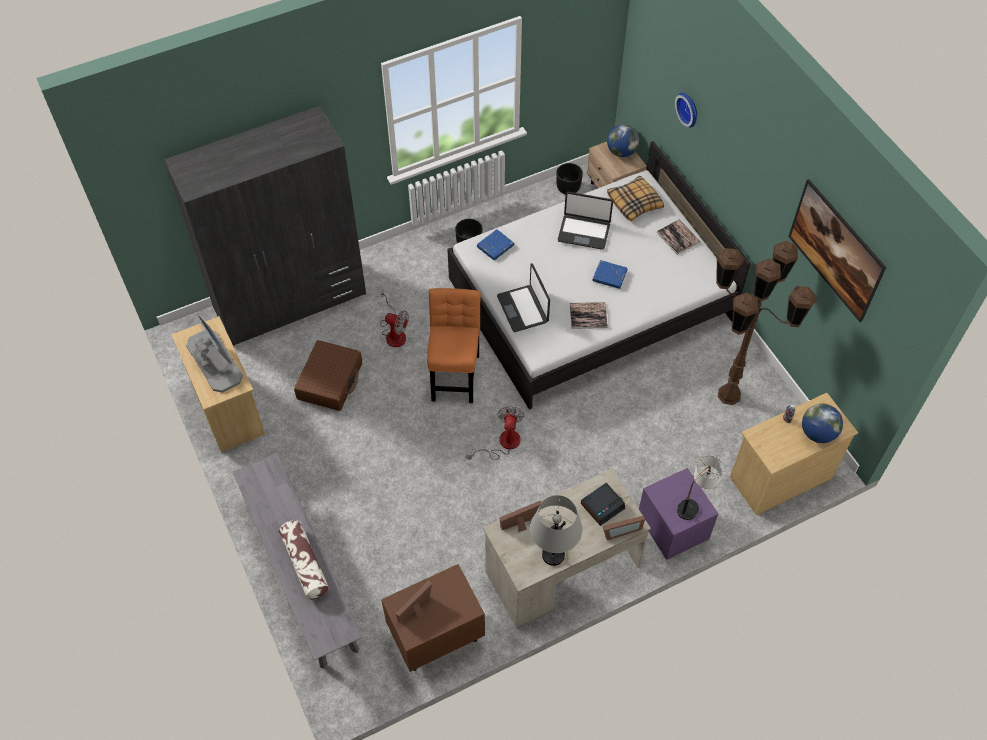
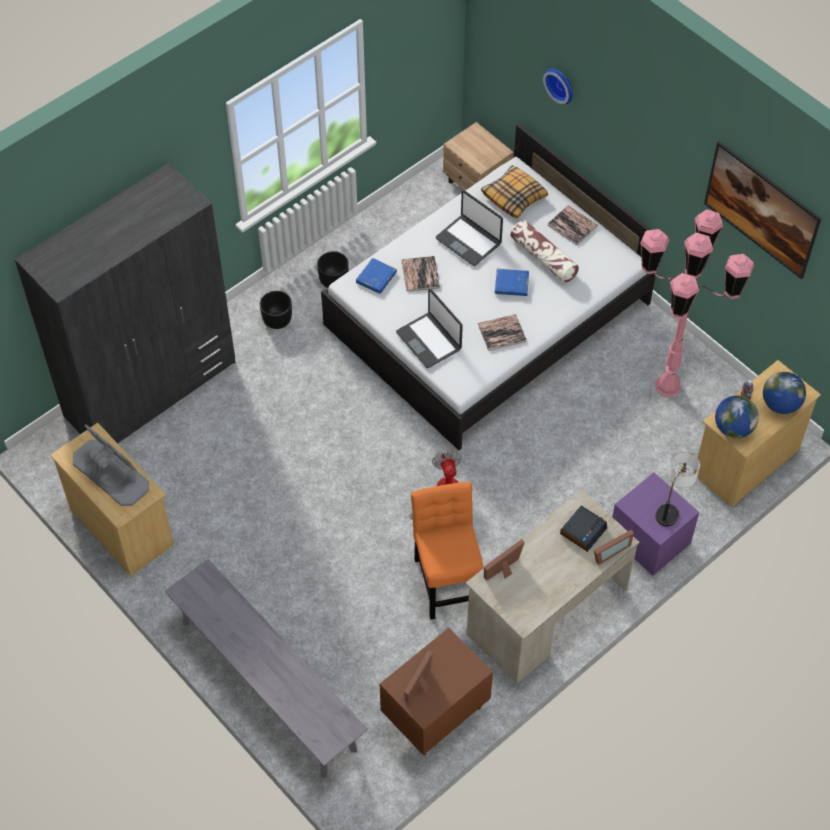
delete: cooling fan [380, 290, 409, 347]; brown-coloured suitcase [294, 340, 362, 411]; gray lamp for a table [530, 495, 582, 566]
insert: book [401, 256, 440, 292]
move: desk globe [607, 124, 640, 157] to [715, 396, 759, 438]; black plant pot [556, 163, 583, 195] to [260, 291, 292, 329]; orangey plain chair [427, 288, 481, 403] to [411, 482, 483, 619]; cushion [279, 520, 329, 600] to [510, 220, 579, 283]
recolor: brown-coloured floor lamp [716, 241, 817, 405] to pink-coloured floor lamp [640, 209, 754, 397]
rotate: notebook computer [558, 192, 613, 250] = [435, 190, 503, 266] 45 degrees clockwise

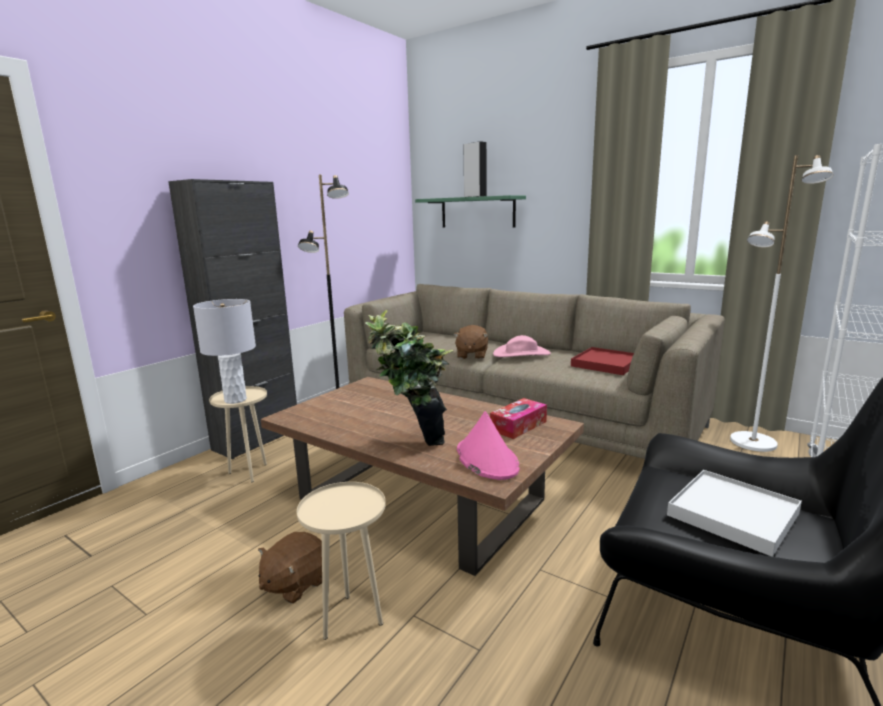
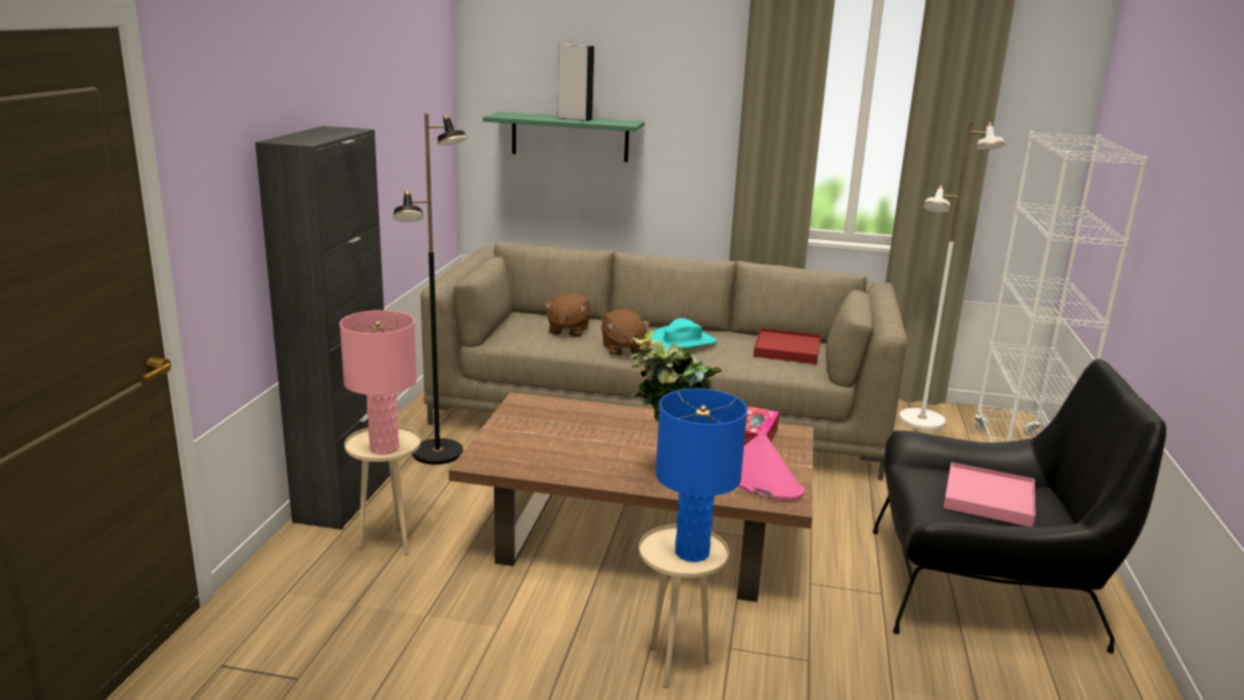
insert: bluish lamp for a table [655, 389, 748, 562]
move: brown-coloured plush toy [258, 532, 322, 604] to [545, 292, 591, 337]
recolor: gray lamp for a table [193, 299, 256, 404] to pink-coloured lamp for a table [340, 310, 417, 455]; pink-coloured clothing hat [493, 335, 551, 357] to turquoise clothing hat [651, 318, 717, 350]; whitish serving tray [667, 470, 802, 557] to pink-coloured serving tray [943, 462, 1035, 526]

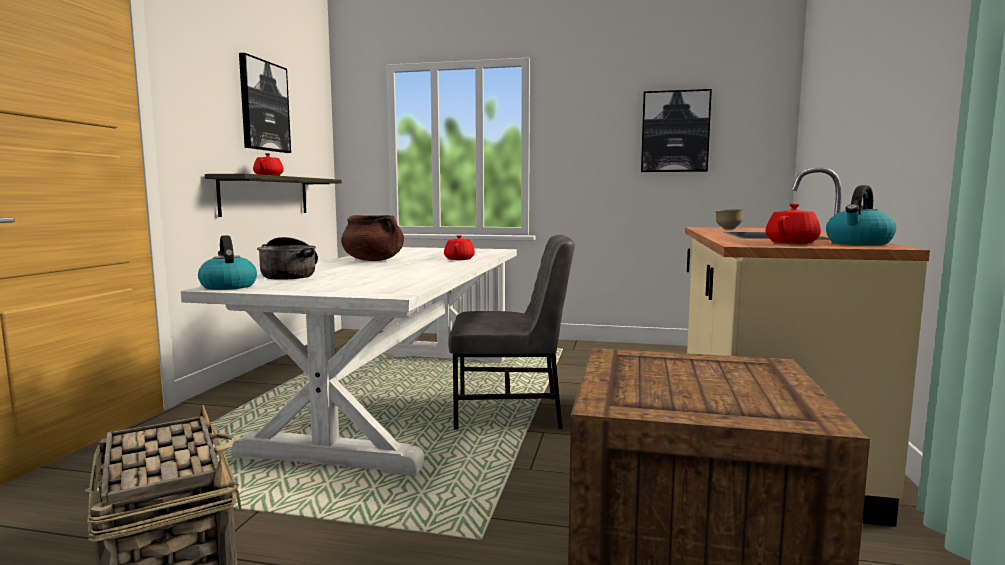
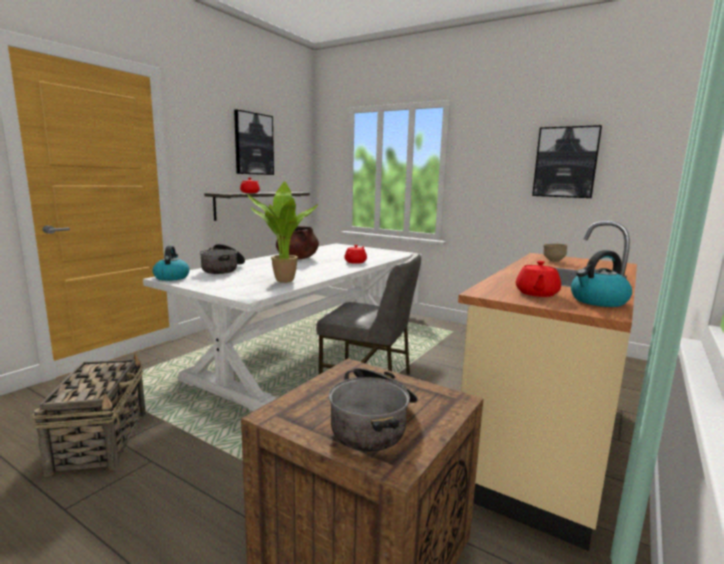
insert: plant in a pot [247, 181, 318, 283]; cooking pot [329, 368, 418, 452]
rotate: red-coloured tea pot [765, 204, 821, 244] = [516, 261, 561, 297] 135 degrees clockwise

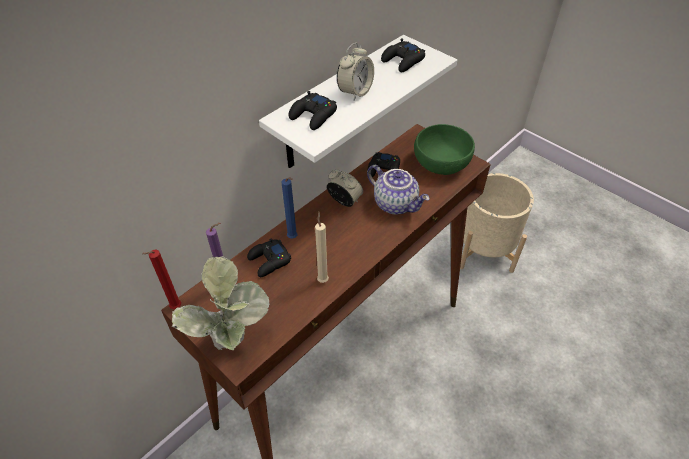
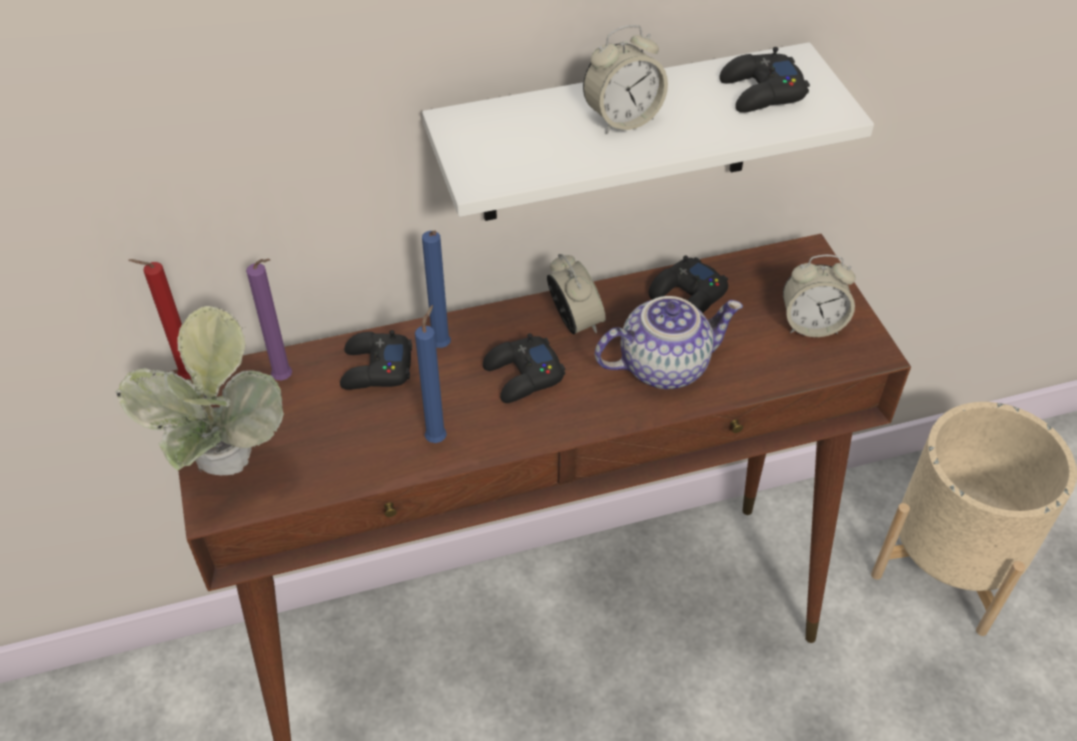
move: black gamepad [289, 91, 337, 130] to [483, 333, 565, 403]
replace: green-coloured serving bowl [414, 124, 475, 175] to bedside clock [783, 255, 856, 337]
recolor: sand-coloured wax light [315, 212, 329, 283] to bluish wax light [415, 305, 447, 443]
rotate: tea pot [367, 165, 430, 215] = [595, 296, 743, 389] 90 degrees counterclockwise

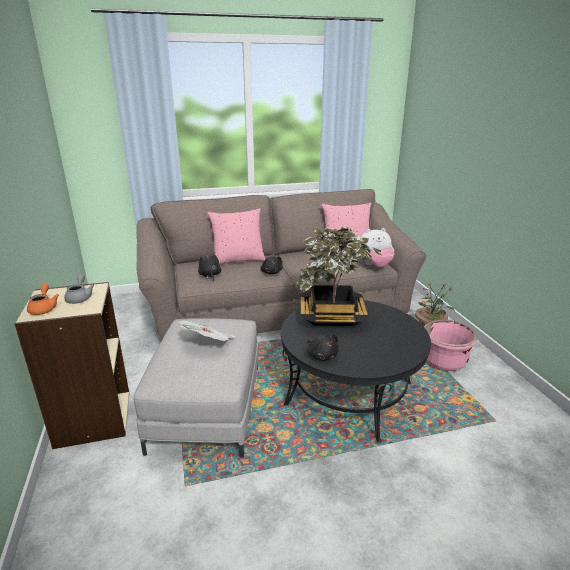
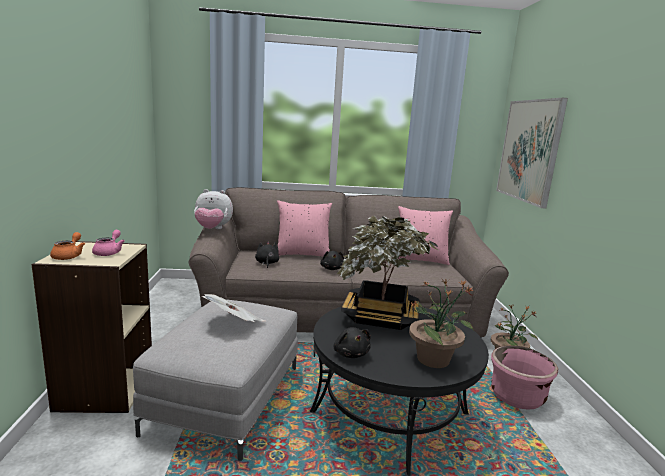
insert: picture [496, 98, 568, 208]; plant in a pot [409, 279, 474, 368]
move: plush toy [360, 228, 395, 267] to [194, 189, 233, 229]
recolor: gray tea pot [64, 274, 94, 304] to pink-coloured tea pot [92, 230, 125, 256]

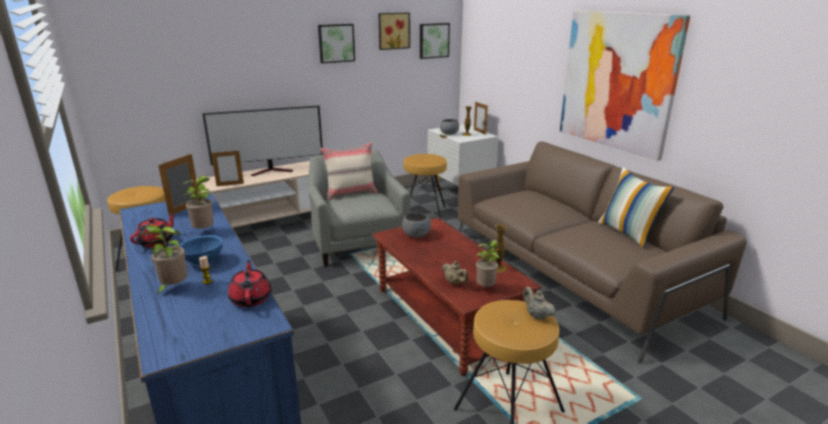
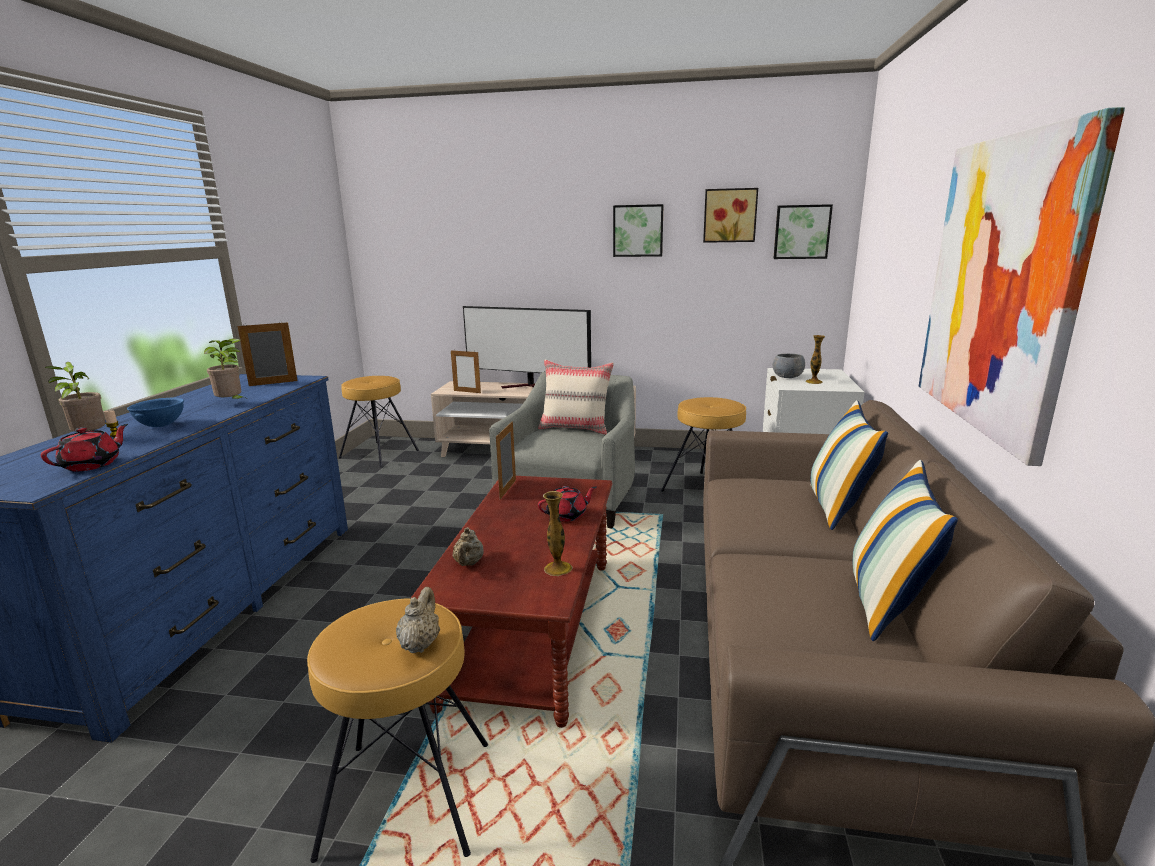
delete: gray serving bowl [402, 213, 431, 238]; plant in a pot [476, 240, 501, 287]
insert: cushion [810, 400, 888, 530]
move: standing frame [474, 101, 488, 135] to [496, 421, 516, 499]; red-coloured tea pot [130, 213, 176, 248] to [538, 486, 596, 521]

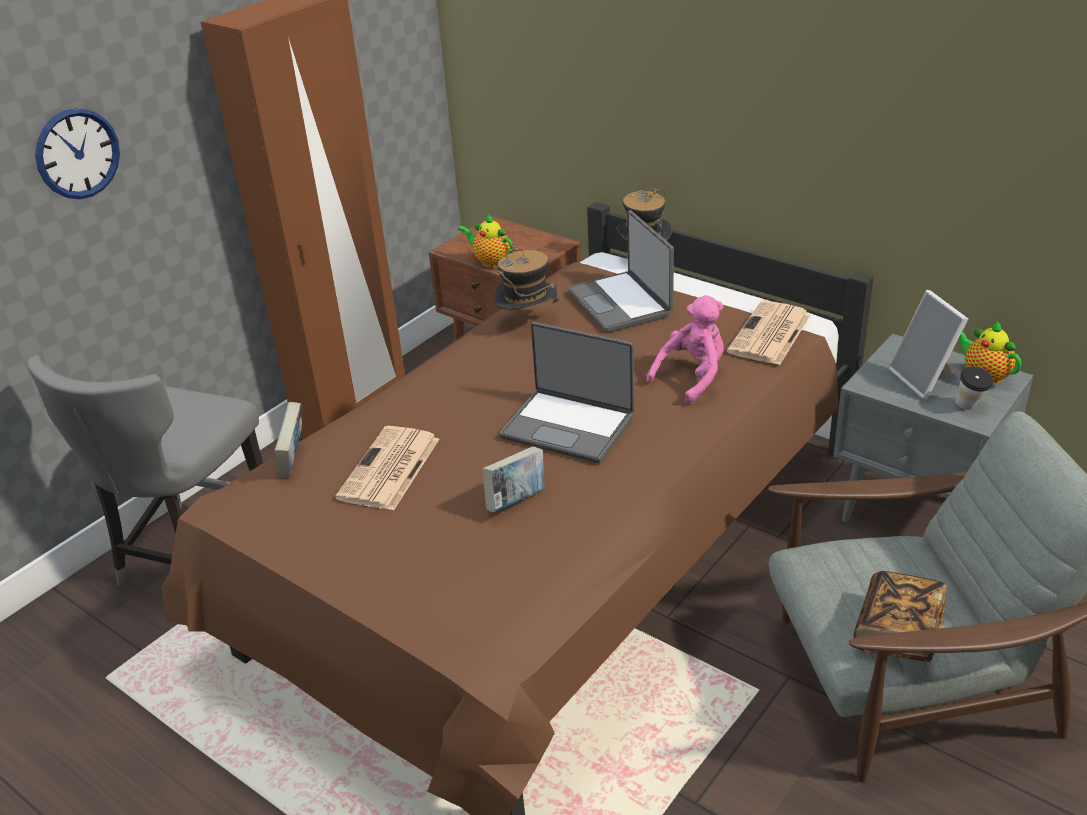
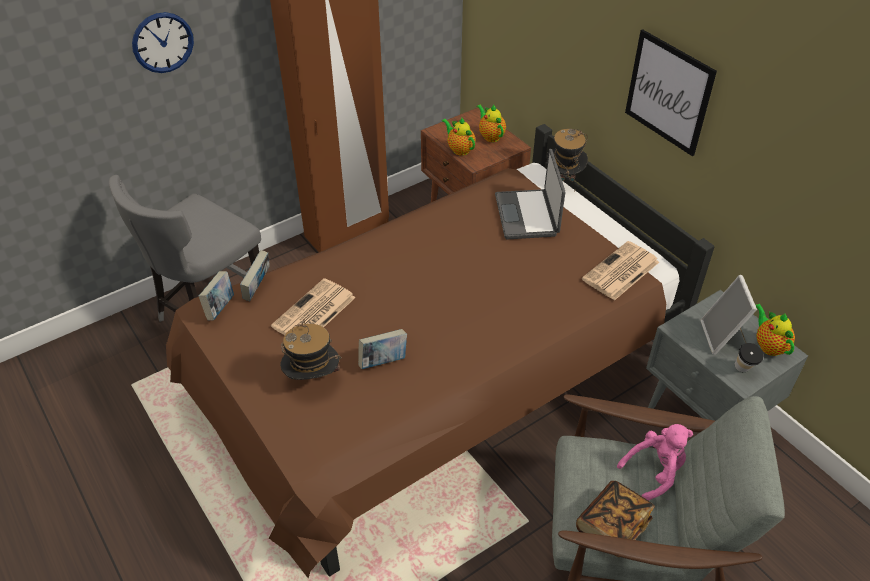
delete: notebook computer [500, 322, 634, 463]
insert: picture [625, 29, 717, 156]; tea pot [477, 104, 506, 142]; book [199, 271, 234, 320]
move: clothing hat [494, 245, 559, 310] to [280, 320, 341, 380]; pink-coloured plush toy [646, 295, 724, 405] to [617, 424, 693, 501]

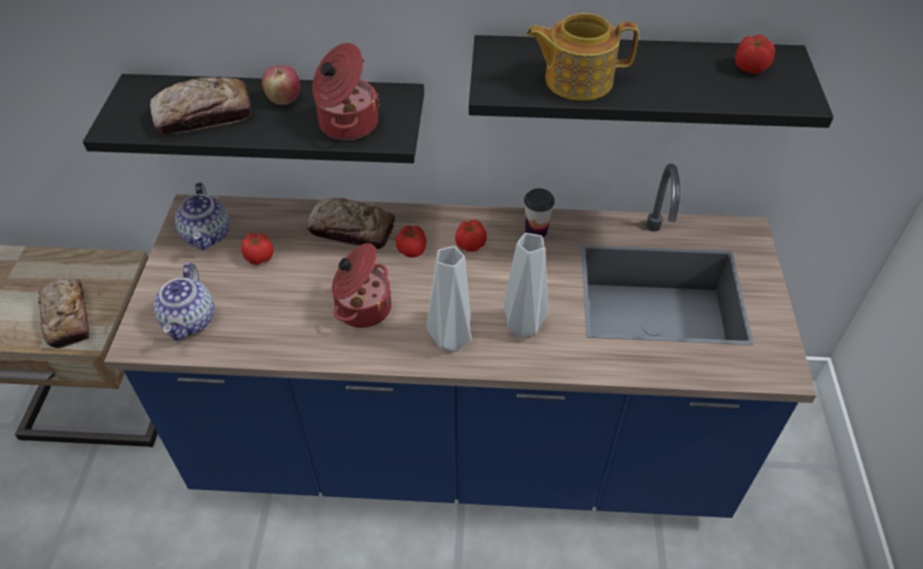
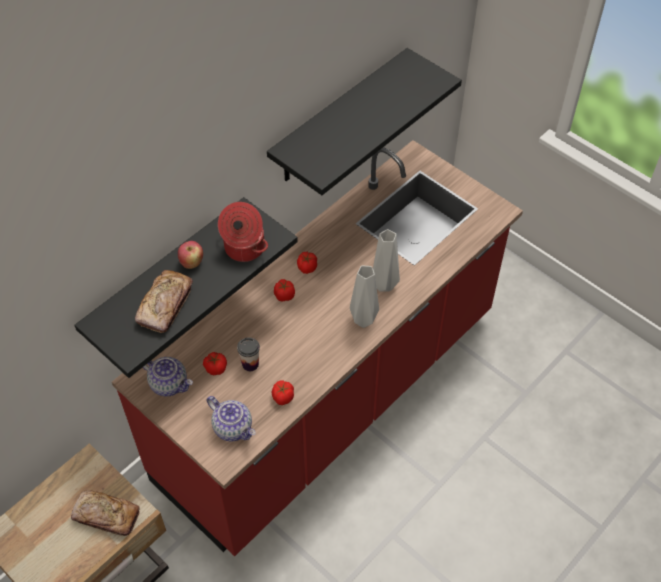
delete: tea pot [526, 13, 639, 101]; baked bread [306, 198, 395, 249]; cooking pot [332, 243, 392, 328]
move: whole tomato [735, 35, 775, 74] to [272, 380, 294, 405]; small cup [524, 188, 555, 238] to [237, 337, 260, 371]
recolor: bluish counter [104, 164, 817, 518] to red-coloured counter [112, 140, 523, 556]

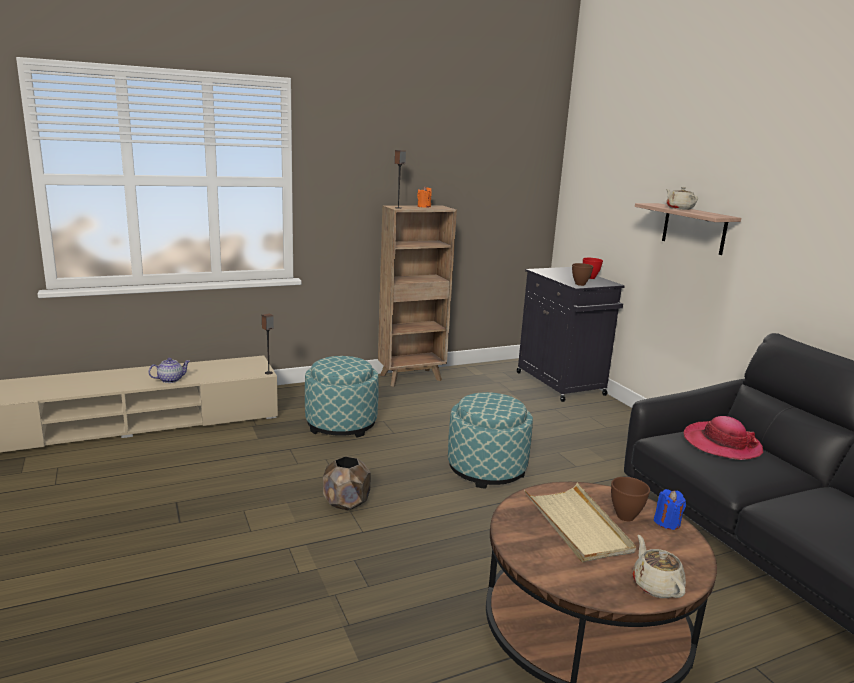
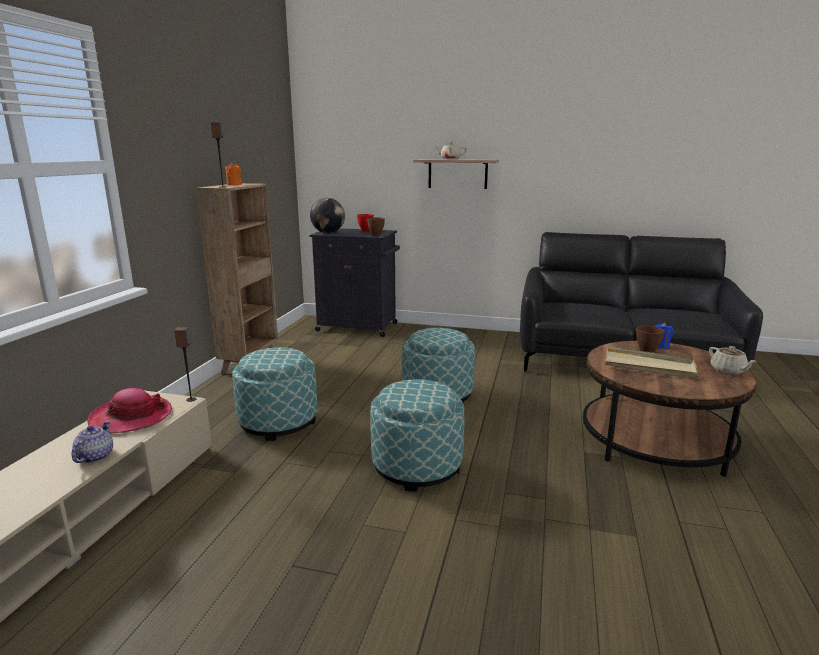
insert: desk globe [310, 198, 345, 233]
move: clothing hat [684, 416, 763, 460] to [87, 388, 172, 433]
replace: brown-coloured plant pot [323, 456, 371, 511] to ottoman [370, 379, 464, 492]
rotate: sand-coloured tea pot [633, 535, 686, 598] = [709, 346, 757, 375] 135 degrees counterclockwise

